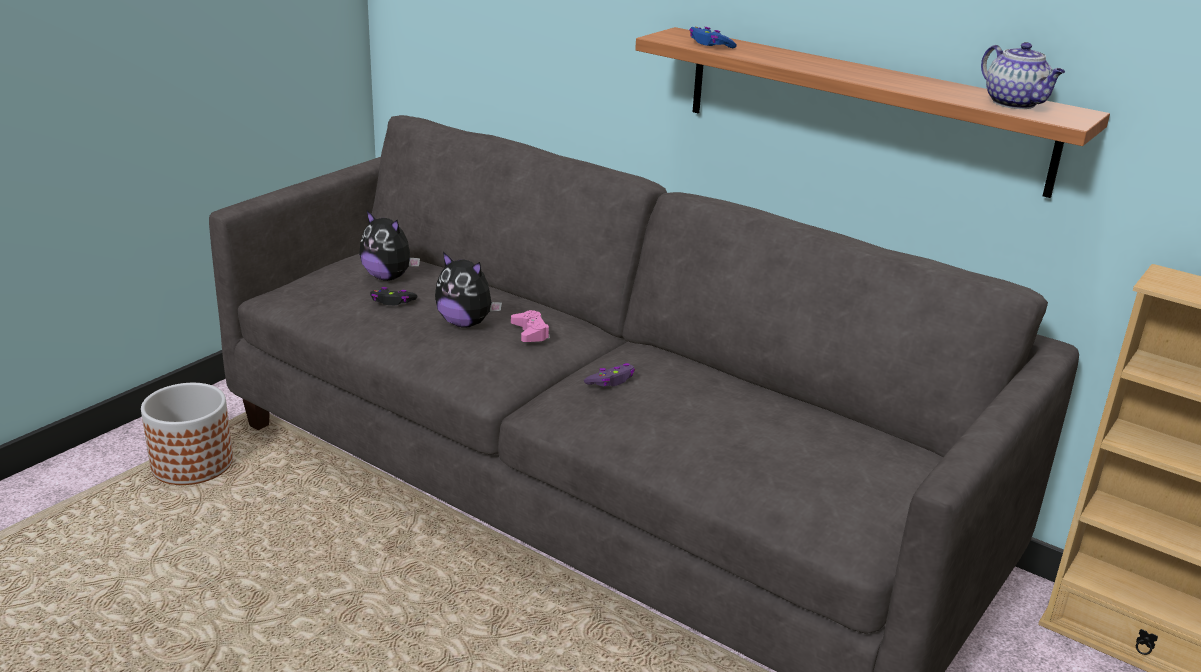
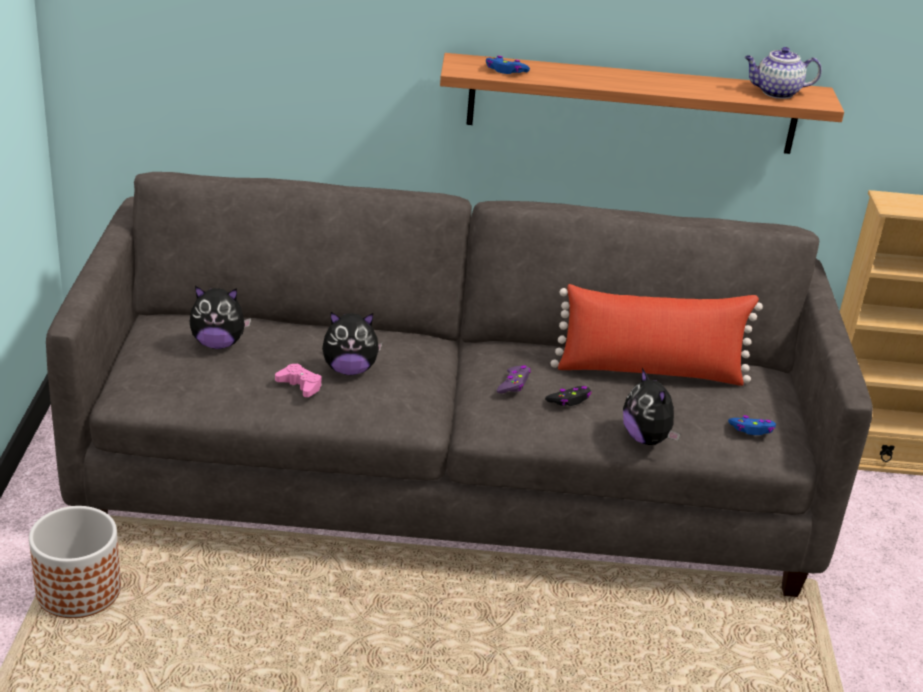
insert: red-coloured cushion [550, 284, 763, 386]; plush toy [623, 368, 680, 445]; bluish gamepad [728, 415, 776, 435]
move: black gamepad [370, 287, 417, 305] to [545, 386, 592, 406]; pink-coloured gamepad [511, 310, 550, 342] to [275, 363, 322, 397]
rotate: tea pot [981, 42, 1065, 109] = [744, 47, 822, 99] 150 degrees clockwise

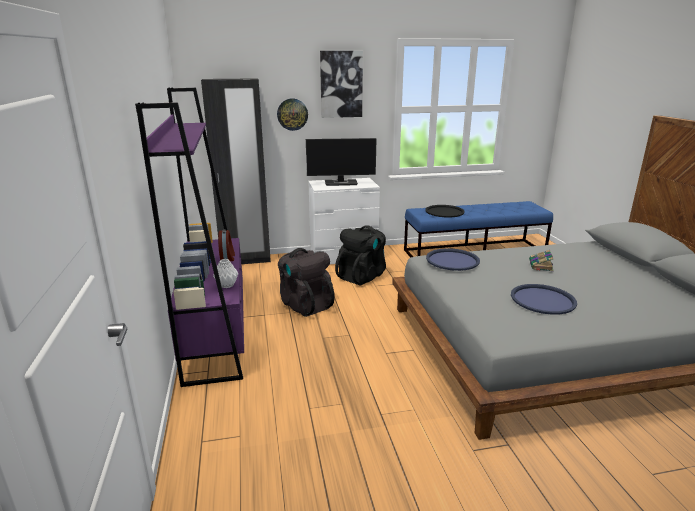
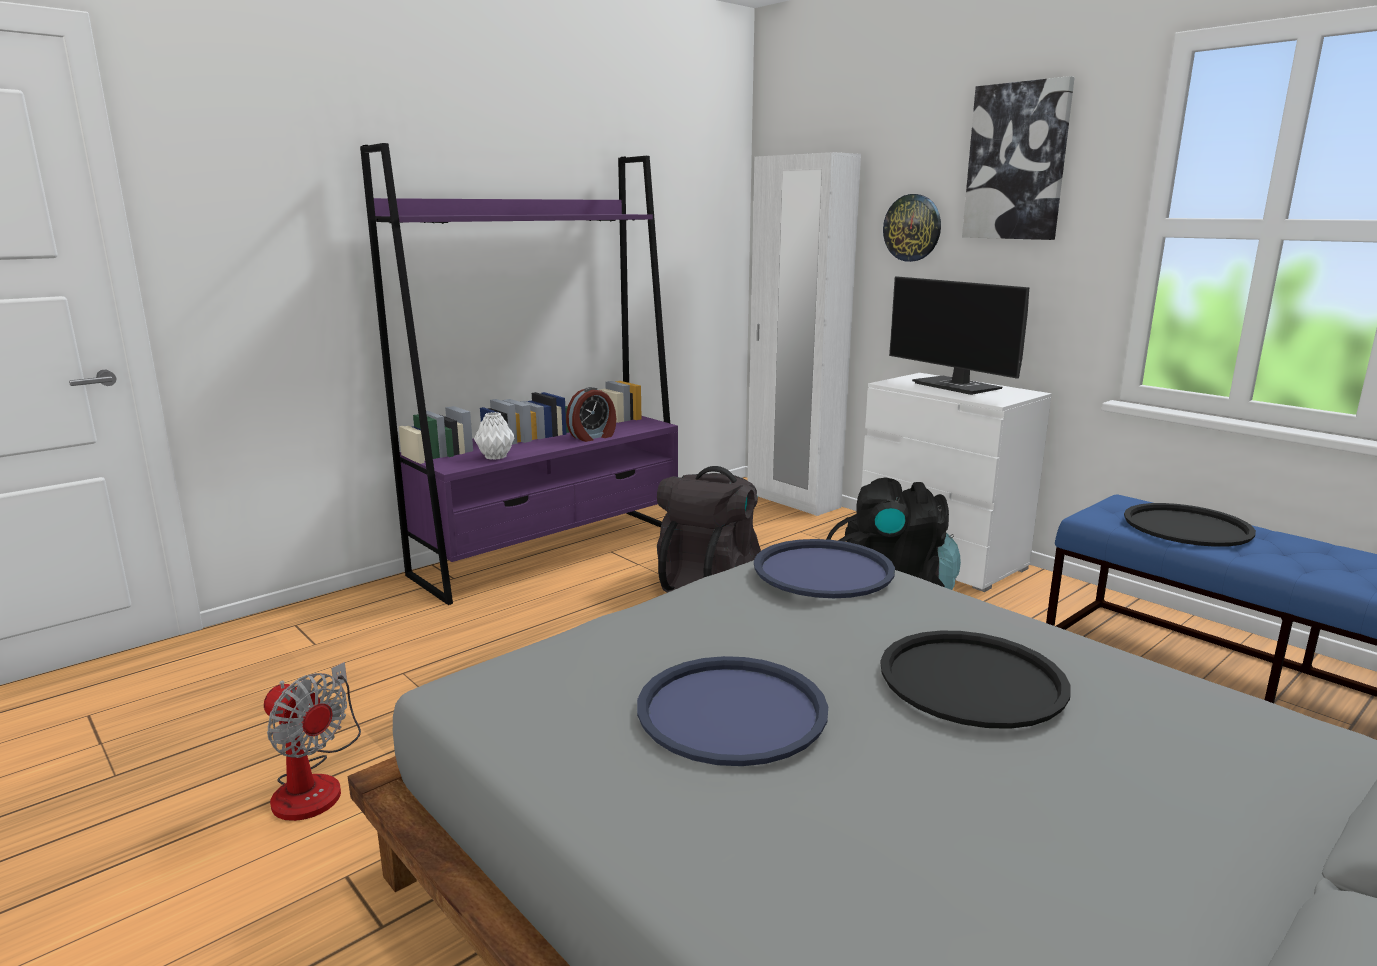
insert: cooling fan [264, 662, 361, 821]
replace: book [529, 250, 554, 271] to black serving tray [880, 631, 1071, 729]
recolor: black armoire [201, 78, 271, 264] to whitish armoire [748, 152, 861, 516]

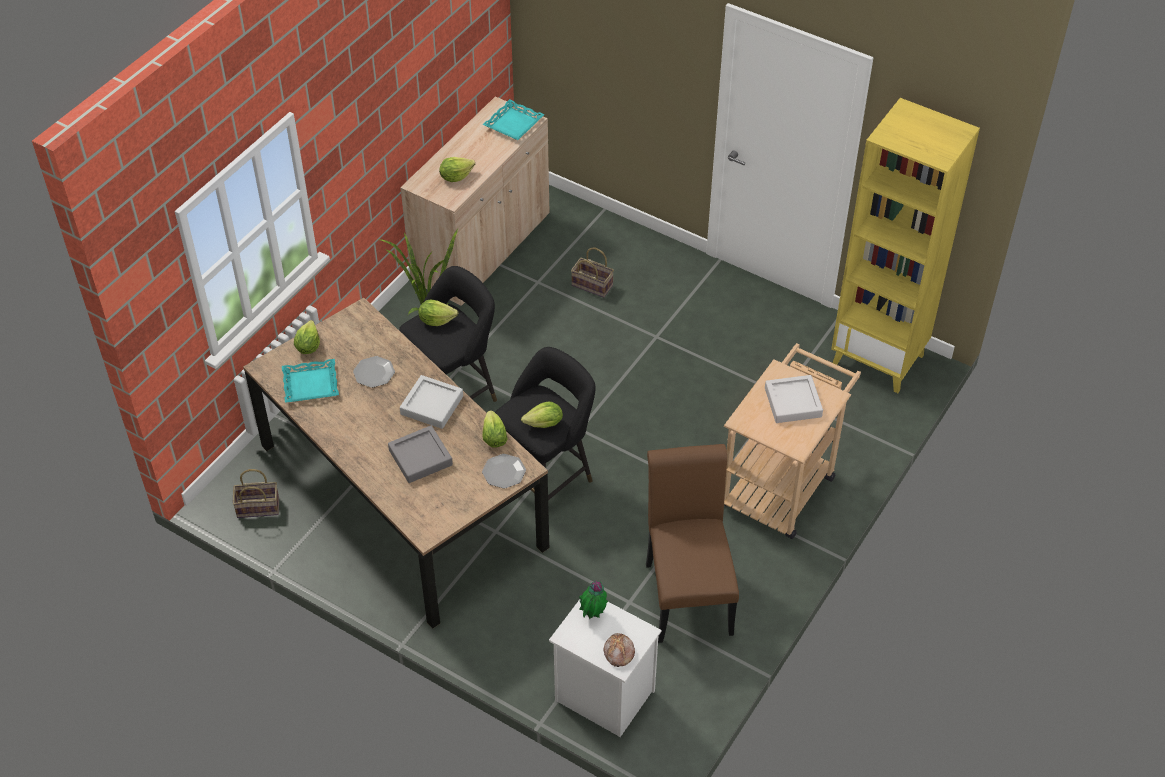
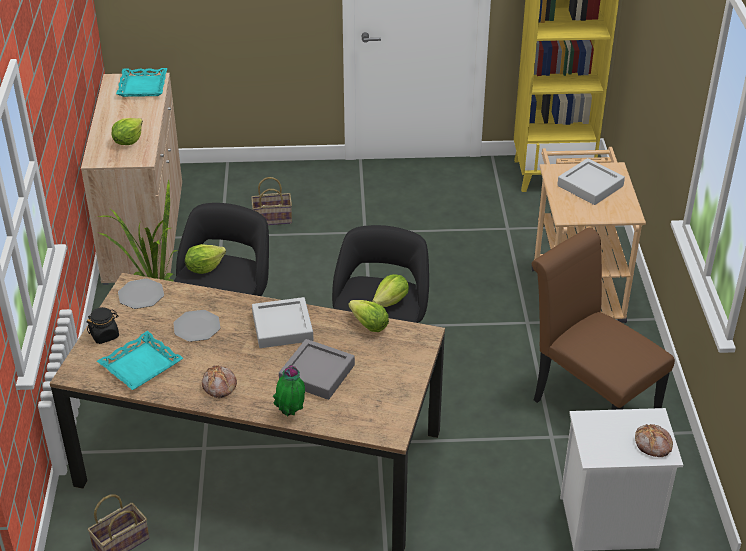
insert: baked bread [202, 365, 237, 398]
move: flat dish [482, 454, 526, 489] to [118, 279, 164, 309]; plant in a pot [579, 581, 608, 619] to [273, 365, 305, 417]
replace: head of lettuce [294, 320, 320, 354] to black jar [87, 307, 119, 344]

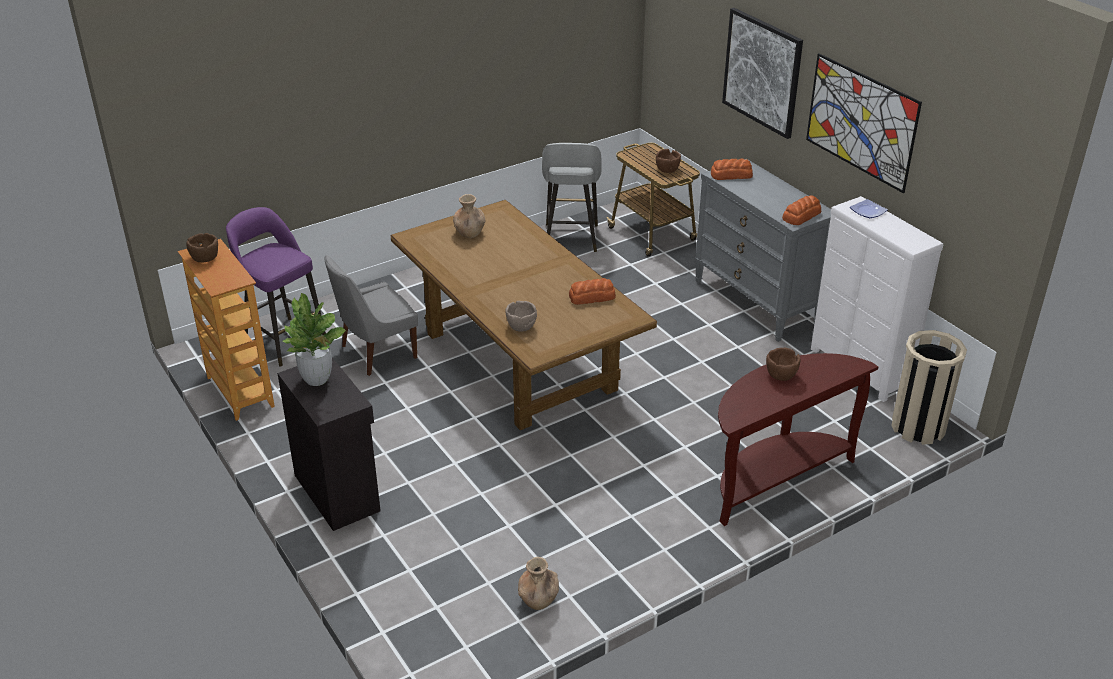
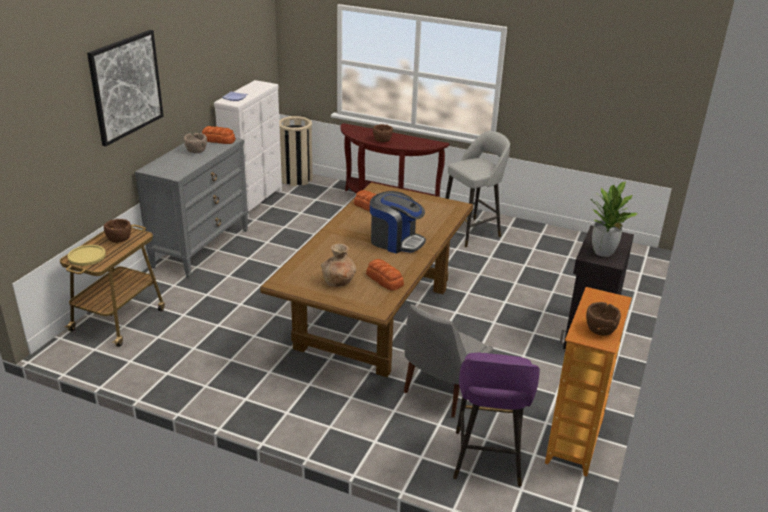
delete: picture [806, 53, 922, 193]; brown-coloured vase [518, 557, 559, 610]
insert: coffee brewer [370, 191, 426, 254]; yellowish flat dish [67, 245, 106, 266]
move: gray stool seat [542, 143, 602, 252] to [445, 131, 510, 248]; baked bread [711, 159, 753, 180] to [366, 259, 404, 291]; brown-coloured serving bowl [506, 301, 537, 332] to [184, 133, 207, 153]
rotate: gray plain chair [325, 255, 418, 376] = [404, 304, 493, 418] 105 degrees clockwise

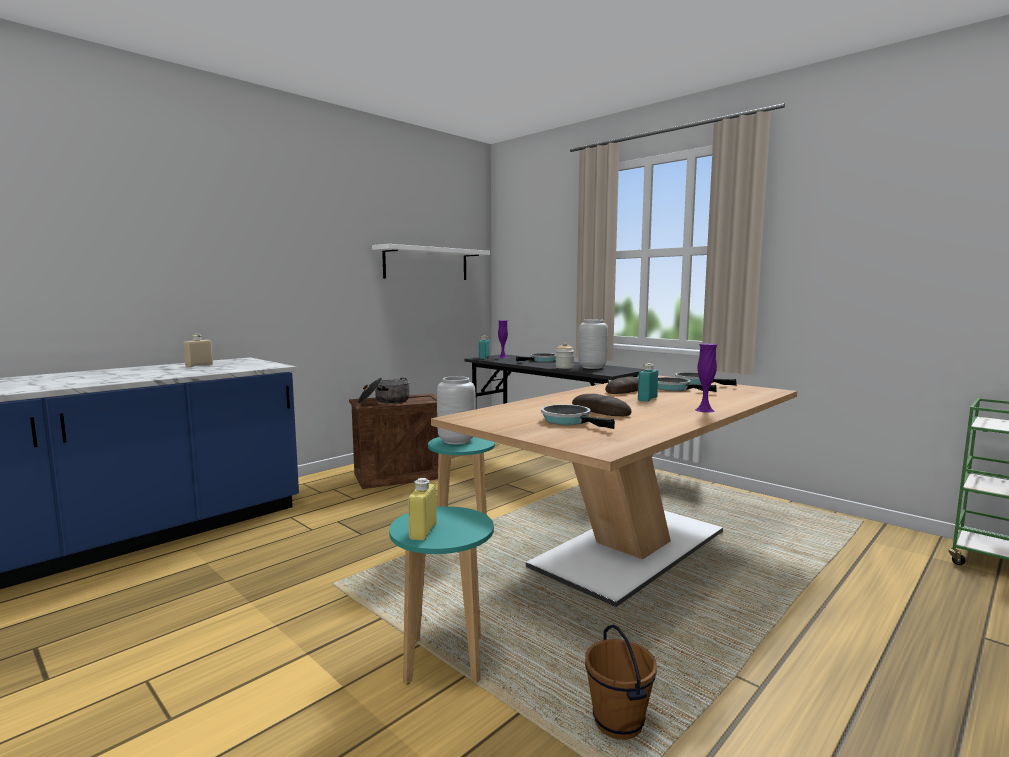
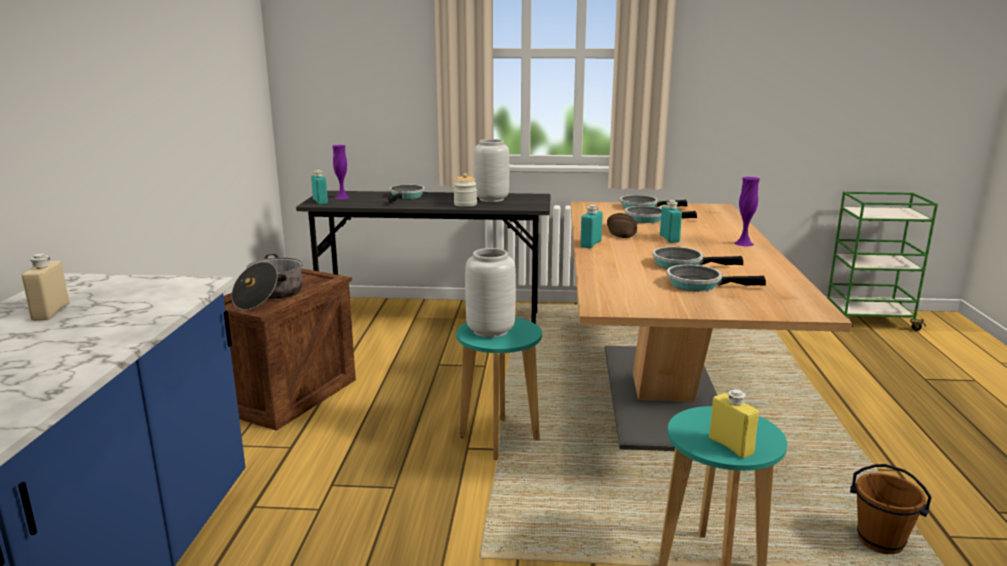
delete: whitish bracket shelf [372, 244, 490, 280]
insert: turquoise drink bottle [580, 205, 603, 248]
replace: baked bread [572, 394, 632, 417] to frying pan [652, 247, 743, 269]

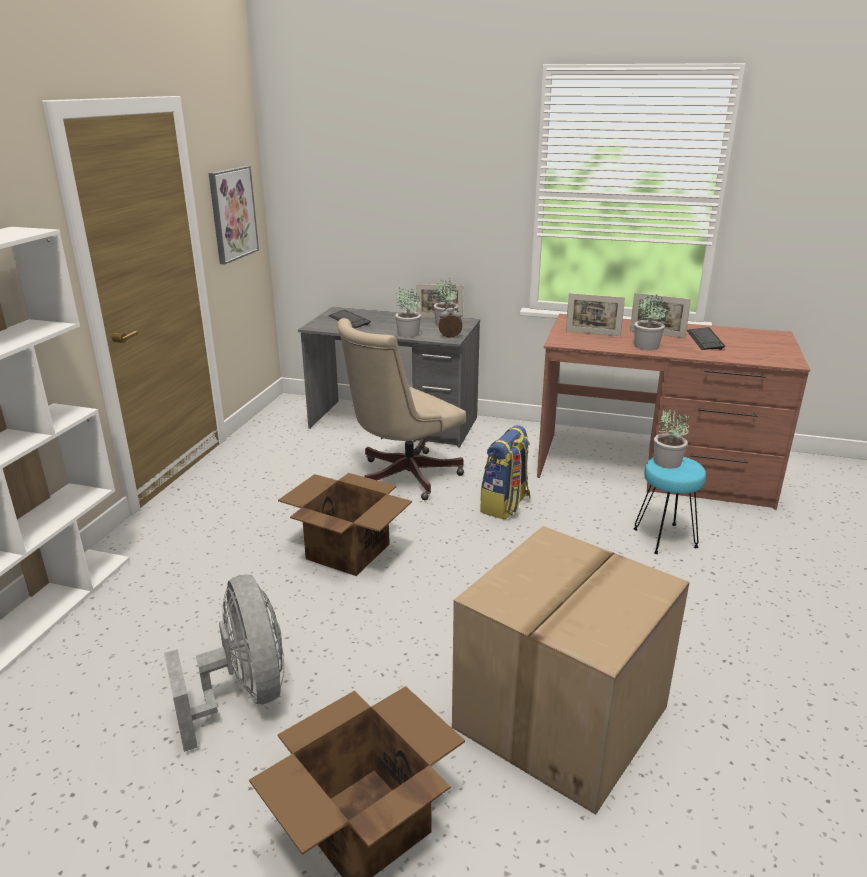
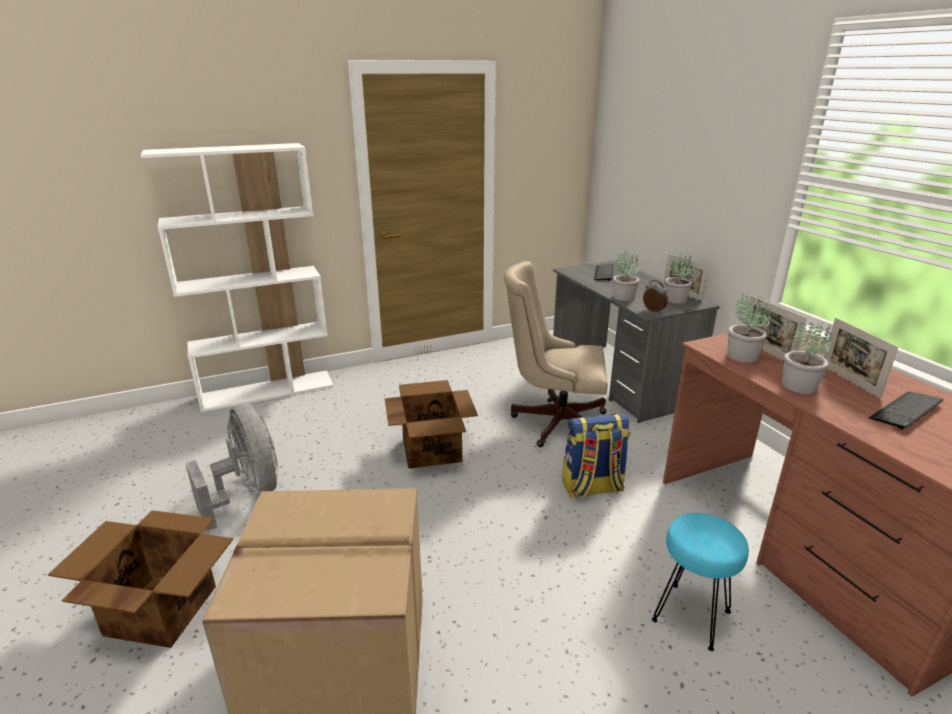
delete: picture [209, 166, 259, 265]
move: plant in a pot [654, 408, 689, 469] to [727, 293, 771, 363]
rotate: gray cooling fan [164, 575, 284, 752] = [185, 404, 278, 531] 60 degrees counterclockwise

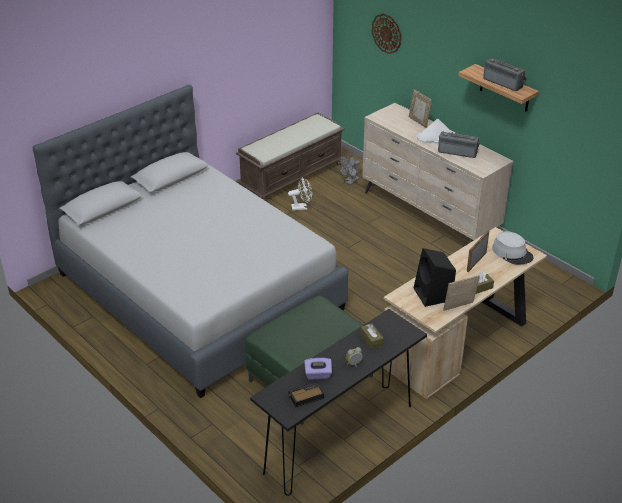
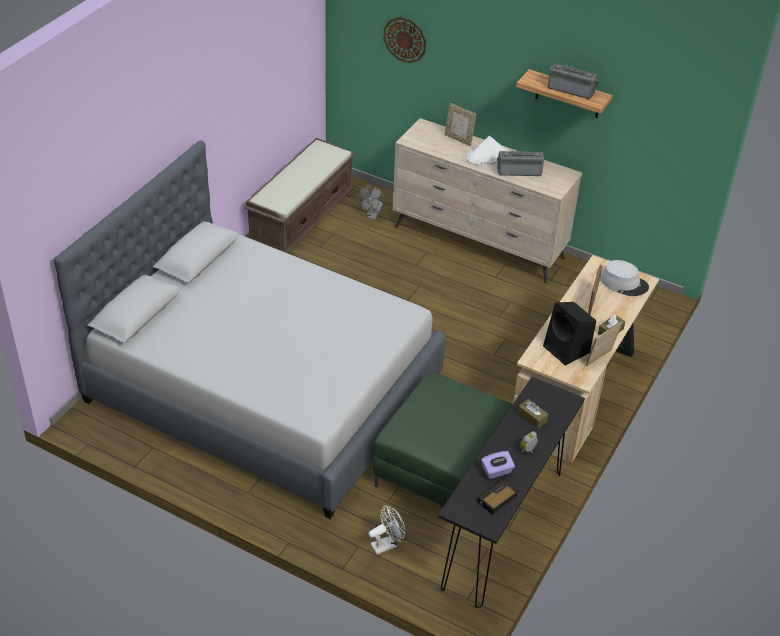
move: whitish cooling fan [288, 177, 312, 211] to [368, 505, 405, 555]

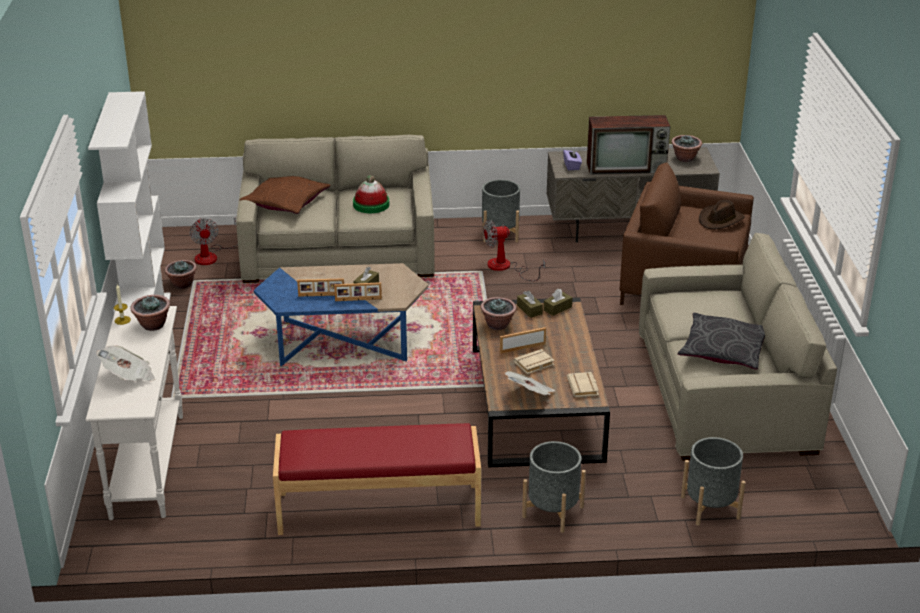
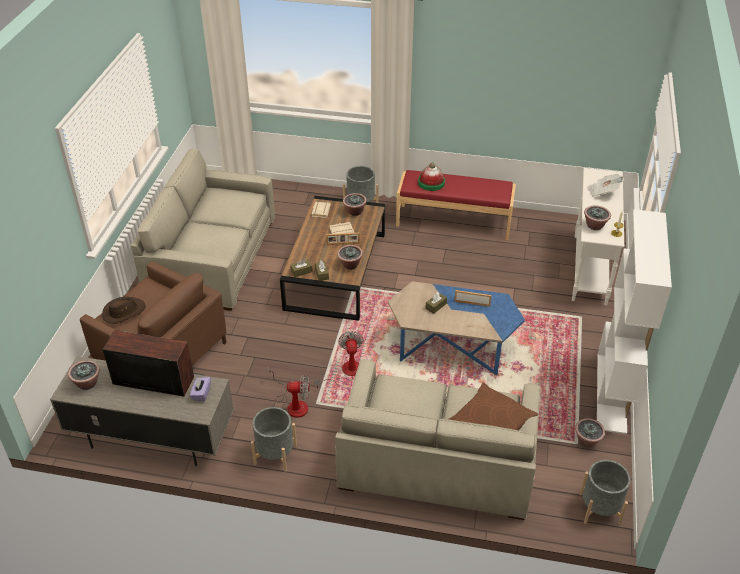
delete: standing frame [334, 282, 382, 301]; gray cushion [678, 313, 765, 370]
move: clothing hat [353, 175, 389, 213] to [418, 163, 445, 191]; cooling fan [190, 218, 238, 265] to [314, 331, 364, 389]; gray plant pot [681, 437, 745, 526] to [580, 460, 631, 525]
replace: daily paper [505, 371, 556, 396] to plant in a pot [343, 193, 367, 216]

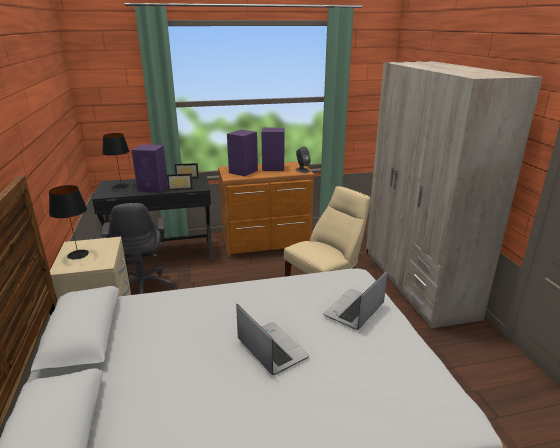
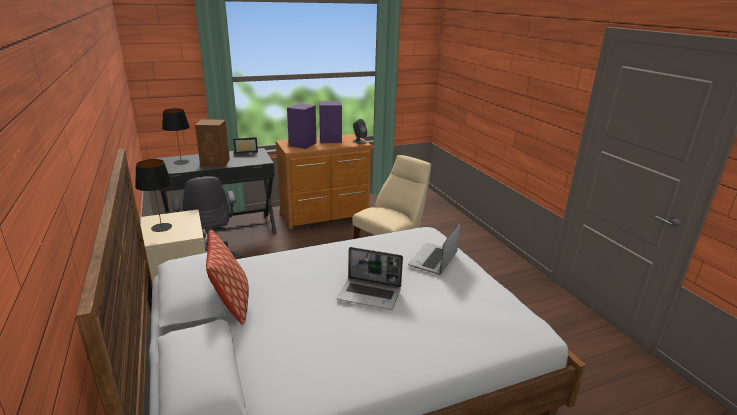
delete: sand-coloured armoire [366, 61, 543, 329]; standing frame [167, 173, 193, 191]
insert: cushion [206, 230, 249, 325]
recolor: purple audio speaker [131, 144, 168, 193] to brown-coloured audio speaker [195, 119, 230, 167]
rotate: notebook computer [236, 304, 309, 375] = [337, 247, 403, 310] 150 degrees clockwise

